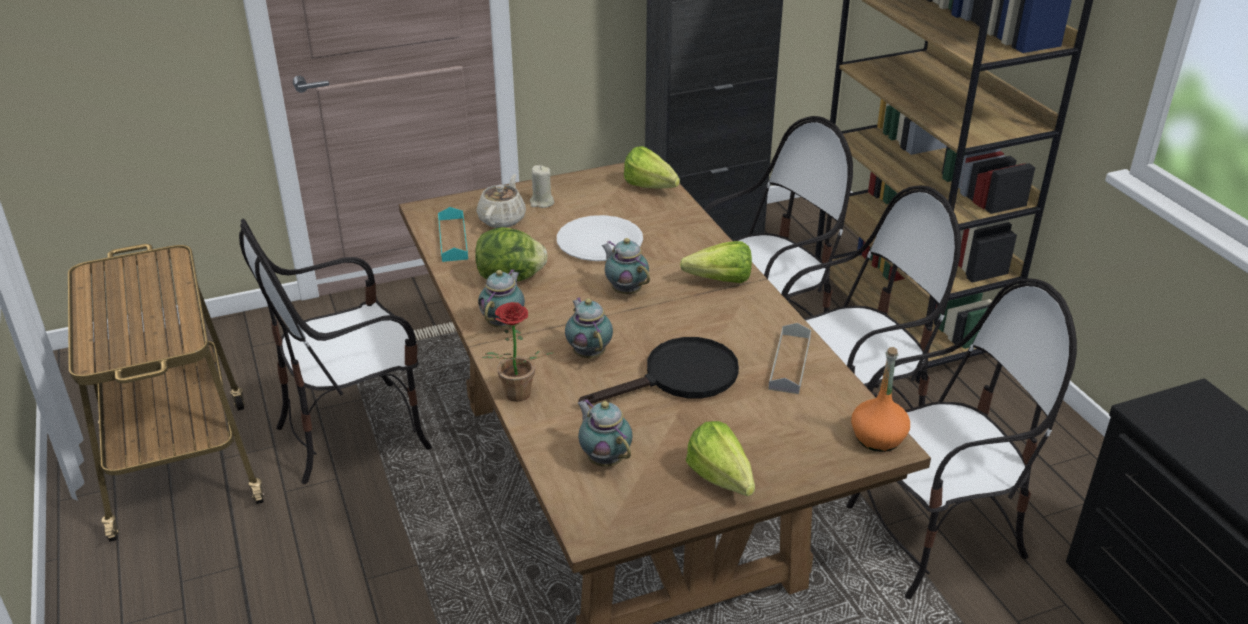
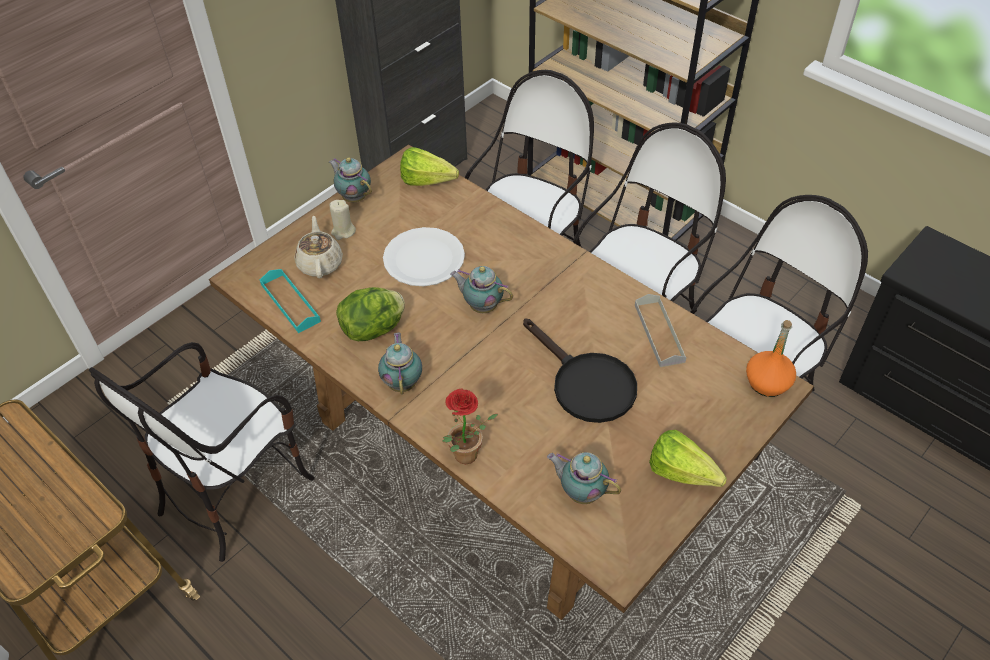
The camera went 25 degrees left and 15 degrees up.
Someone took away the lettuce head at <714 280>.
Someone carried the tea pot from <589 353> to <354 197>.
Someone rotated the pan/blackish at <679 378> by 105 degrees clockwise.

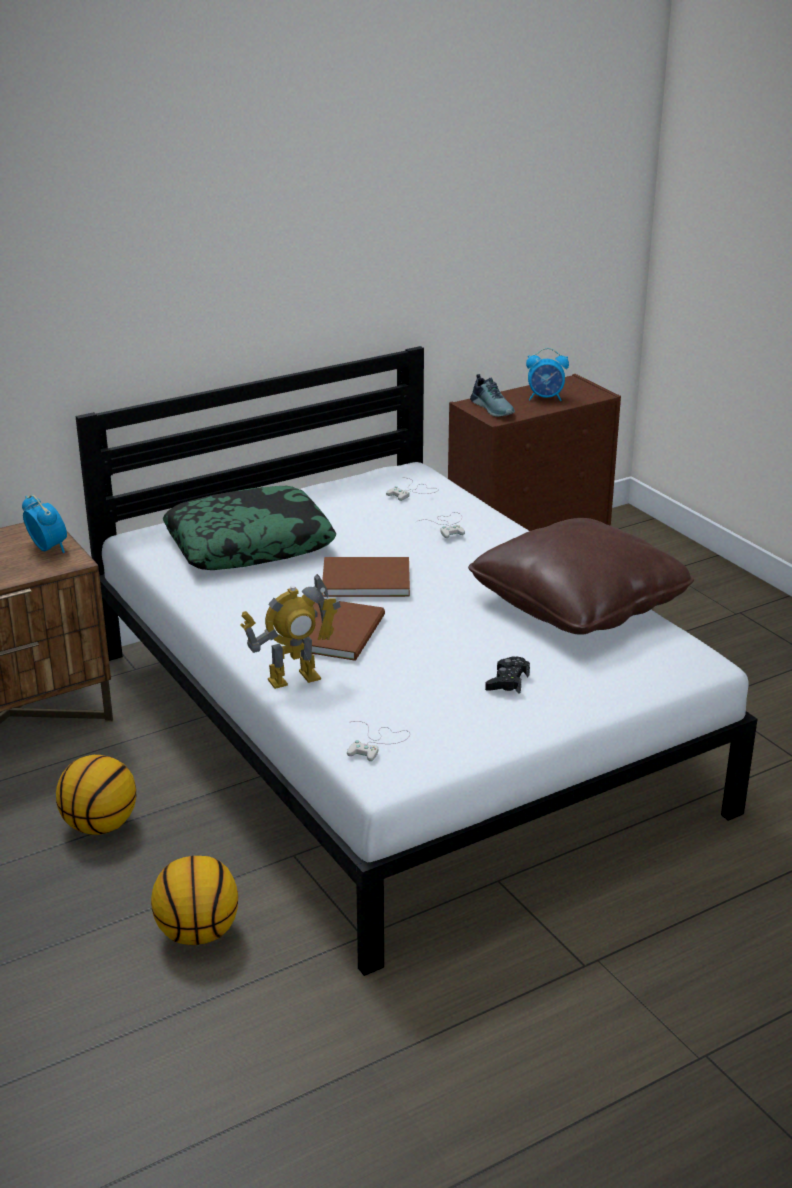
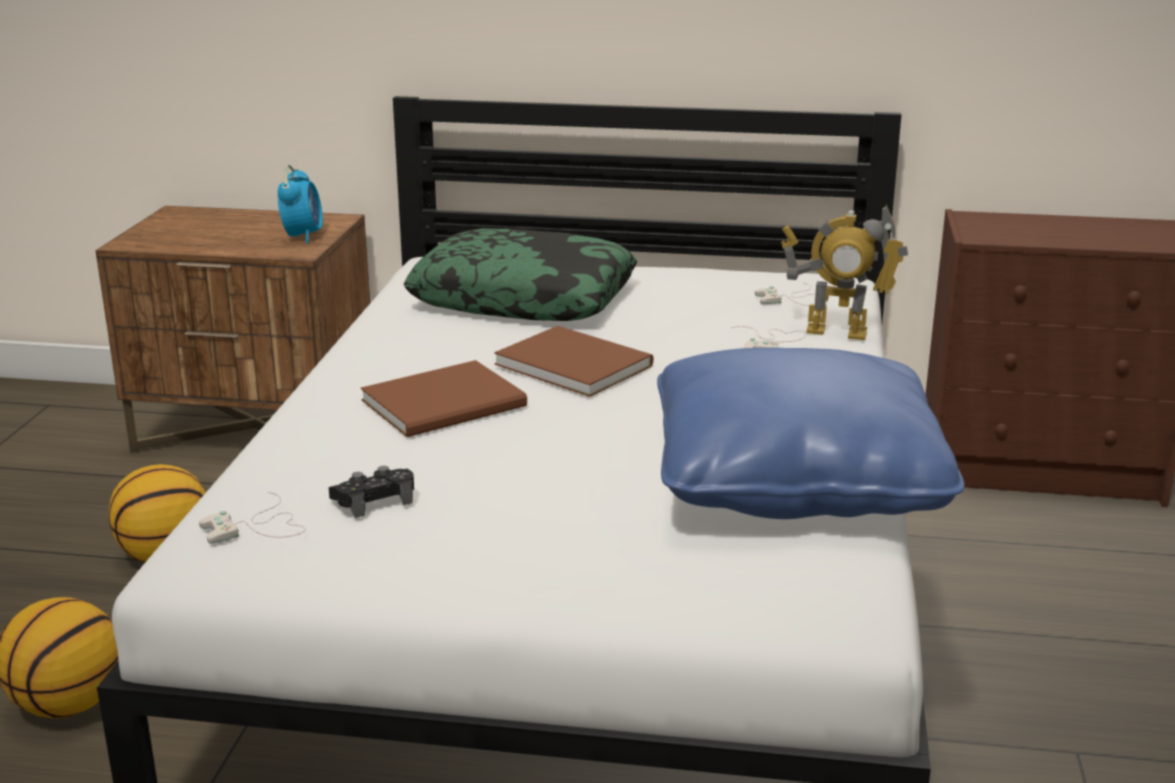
The camera went 40 degrees right and 5 degrees down.
Someone took away the table clock at <545 398>.
Someone took away the item of footwear at <493 408>.
Someone repainted the cushion/brown-coloured at <579 604>, which became the cushion/blue at <795 481>.
Someone carried the toy robot from <294 678> to <837 331>.
Someone carried the game controller/blackish from <507 681> to <374 500>.

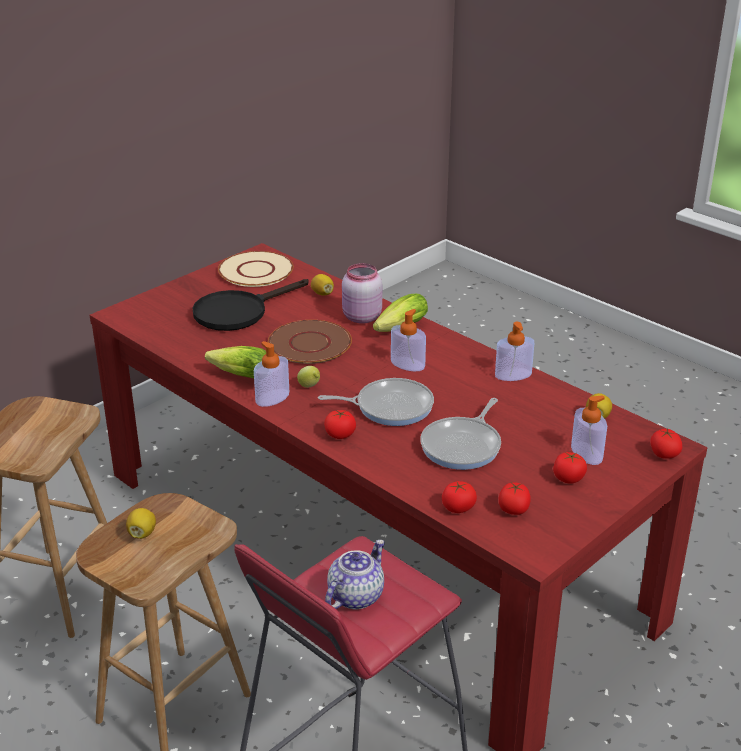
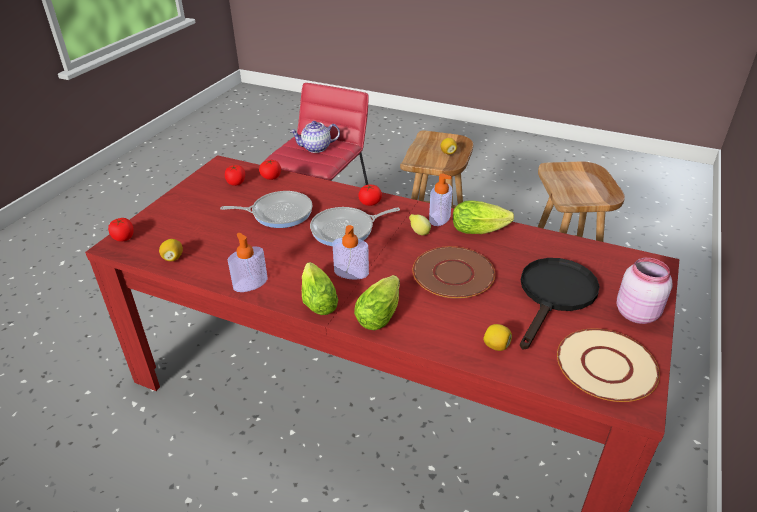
The camera went 160 degrees right and 5 degrees up.
Someone carried the preserve jar/pink from <361 318> to <637 313>.
Someone took away the soap dispenser at <586 453>.
Someone rotated the pan at <463 446> by 75 degrees clockwise.
Someone took away the whole tomato at <568 478>.
Someone rotated the tea pot at <355 595> by 60 degrees clockwise.
Someone put down the lettuce head at <317 298>.

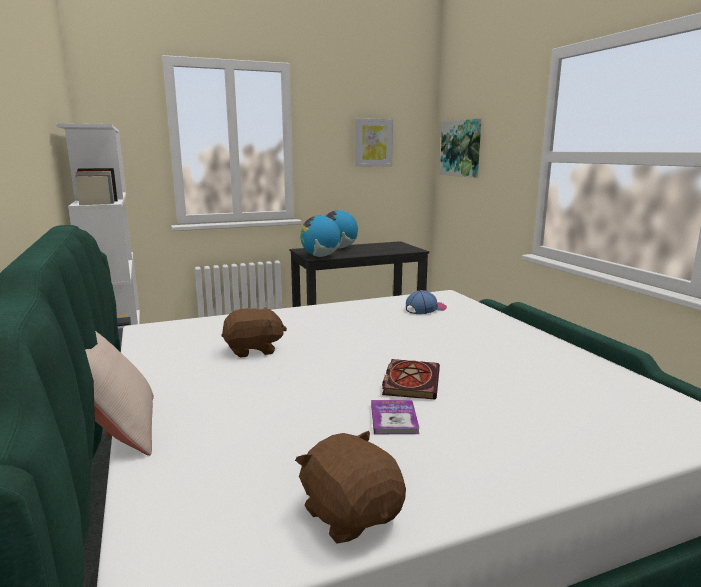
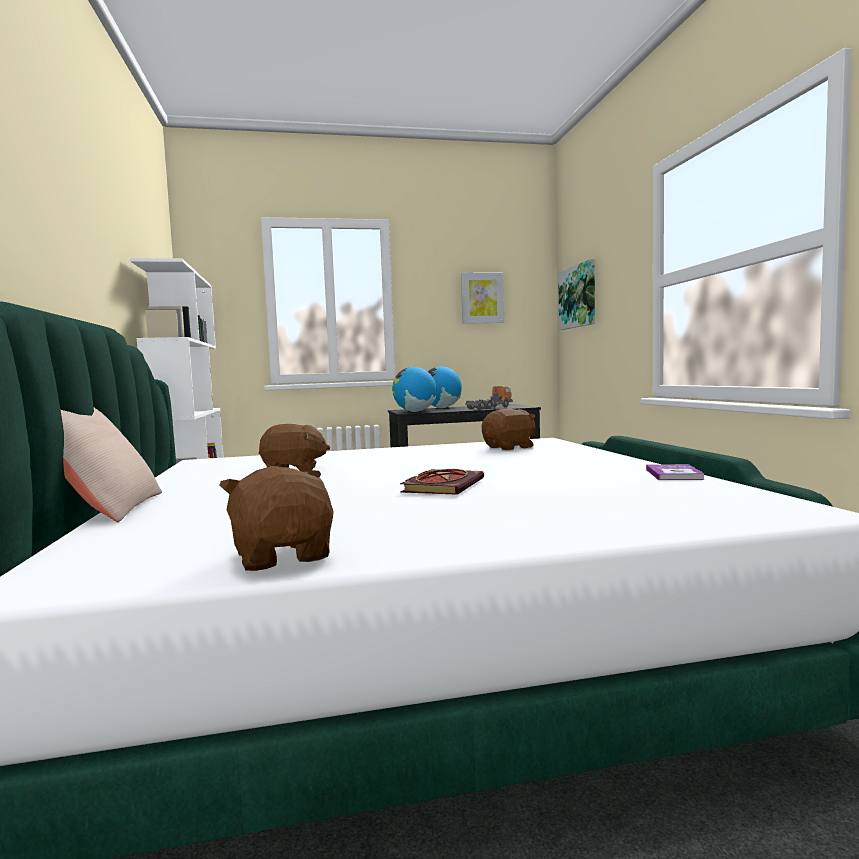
The camera went 10 degrees right and 10 degrees down.
Someone swapped the cap at <425 309> for the cuddly toy/brown-coloured at <510 447>.
Someone carried the bound book from <394 418> to <674 474>.
Someone put down the model truck at <489 407>.

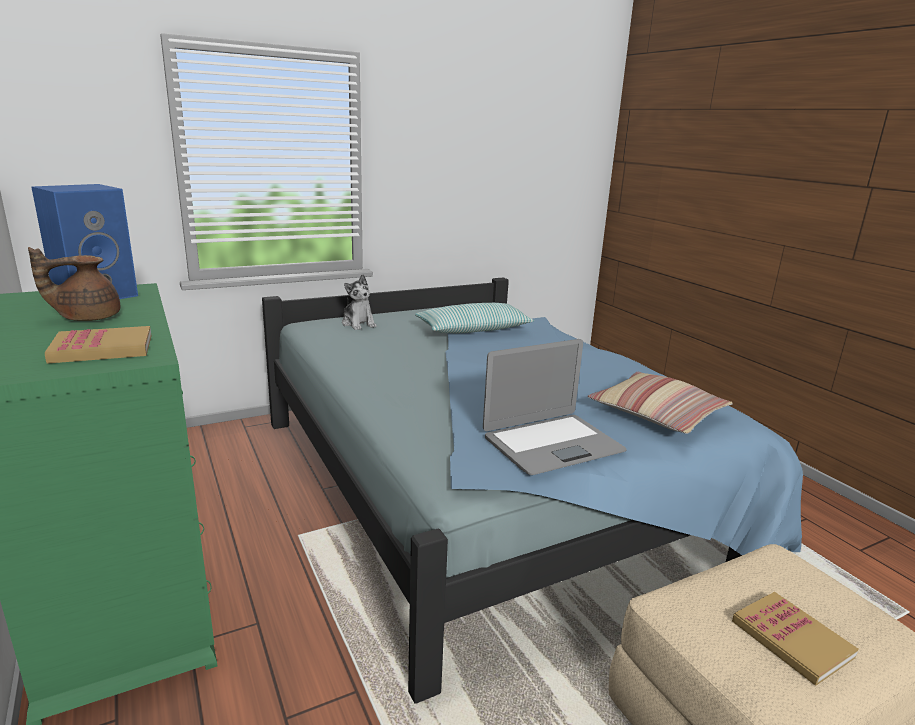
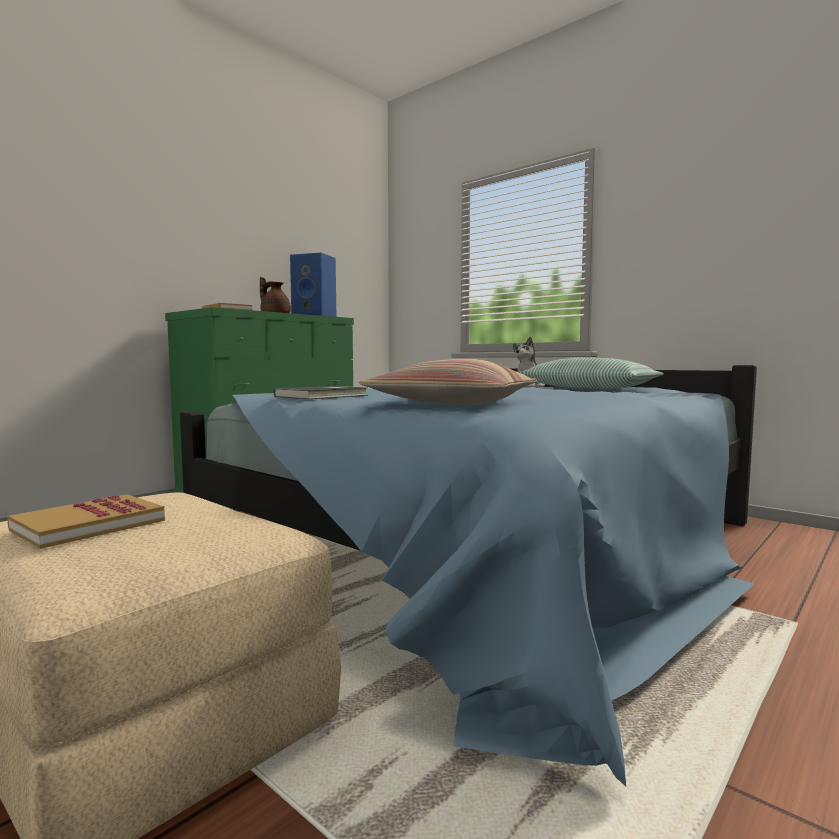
The camera went 70 degrees right and 15 degrees down.
Someone swapped the notebook computer at <552 444> for the bound book/gray at <324 396>.

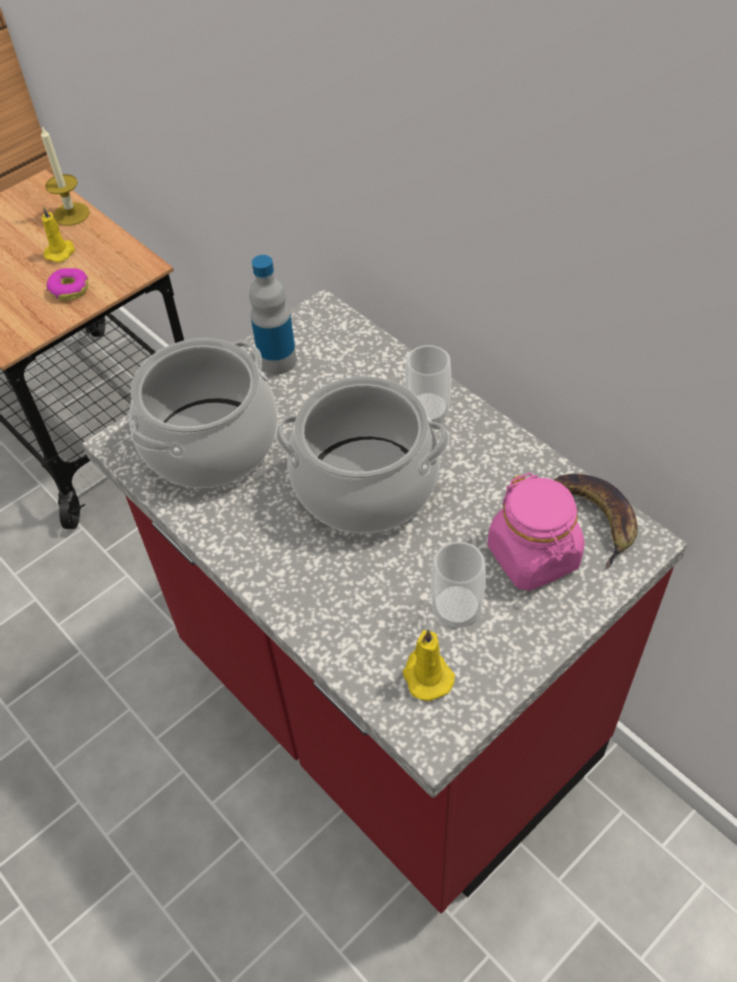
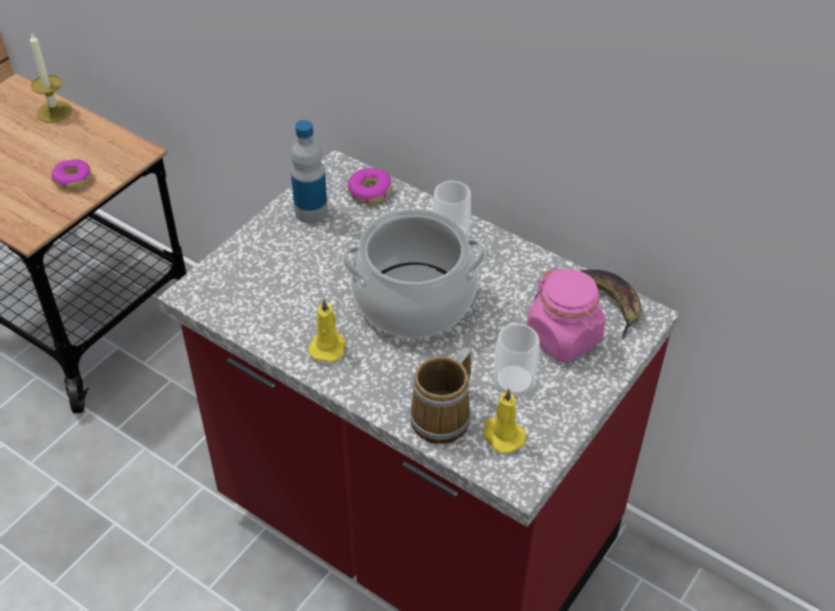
The camera went 15 degrees left and 5 degrees down.
Someone carried the wax candle/yellow-coloured from <61 252> to <328 346>.
Someone took away the cooking pot at <209 442>.
Someone put down the doughnut at <369 192>.
Someone put down the mug at <444 417>.

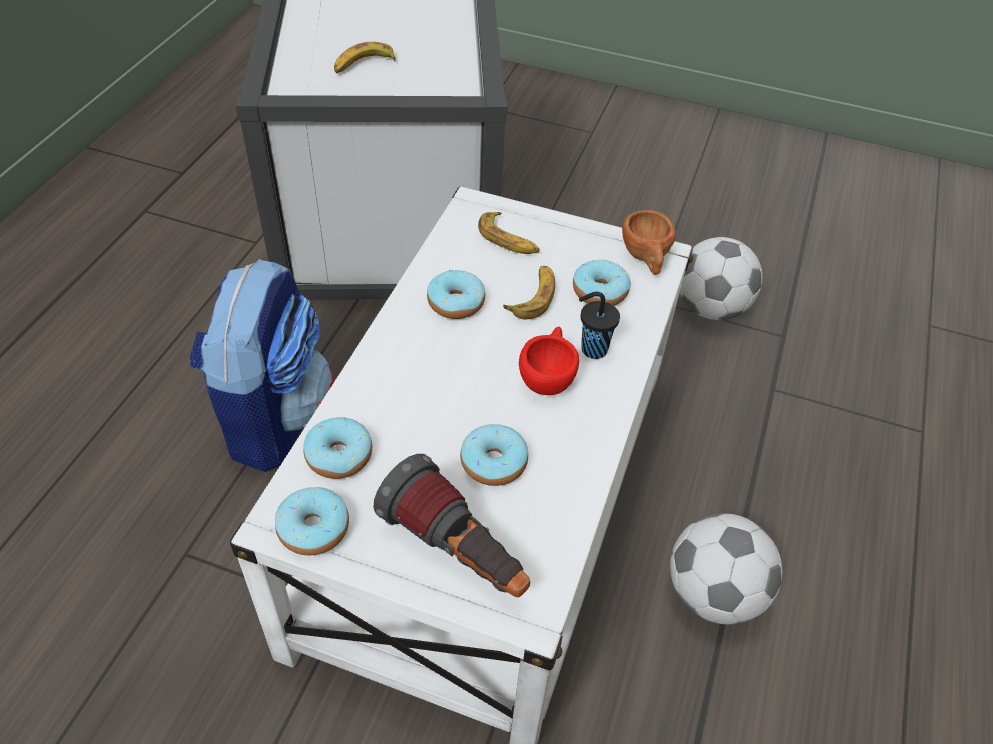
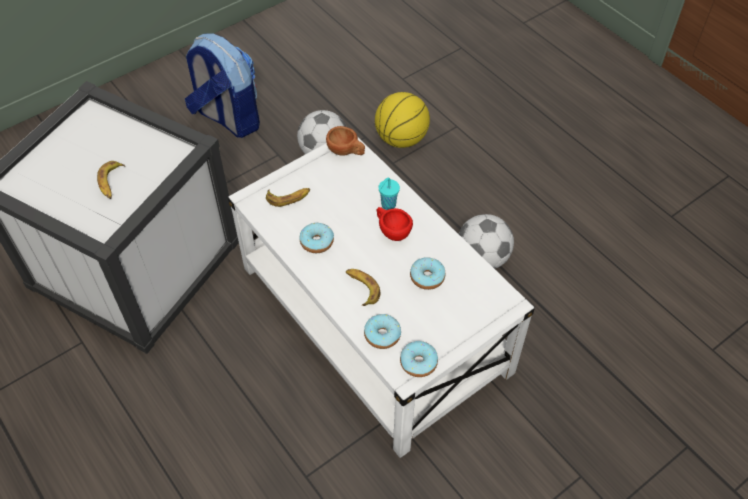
The camera went 55 degrees left and 5 degrees up.
Someone carried the rucksack from <273 417> to <227 118>.
Someone took away the doughnut at <600 291>.
Someone carried the banana from <533 297> to <361 288>.
Someone repainted the small cup/blackish at <592 349>, which became the small cup/turquoise at <387 205>.
Someone took away the hand torch at <457 553>.
Someone put down the ball for basketball at <401 139>.

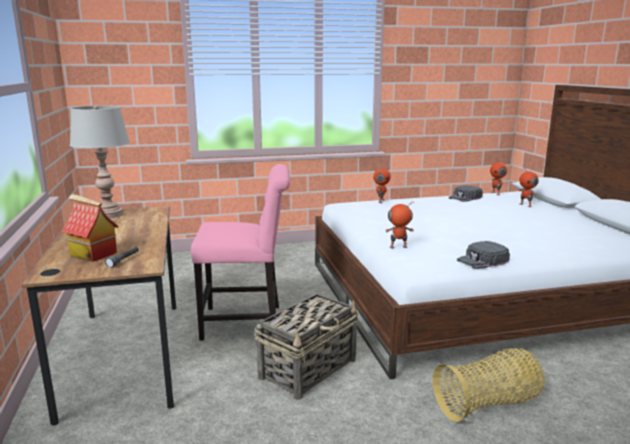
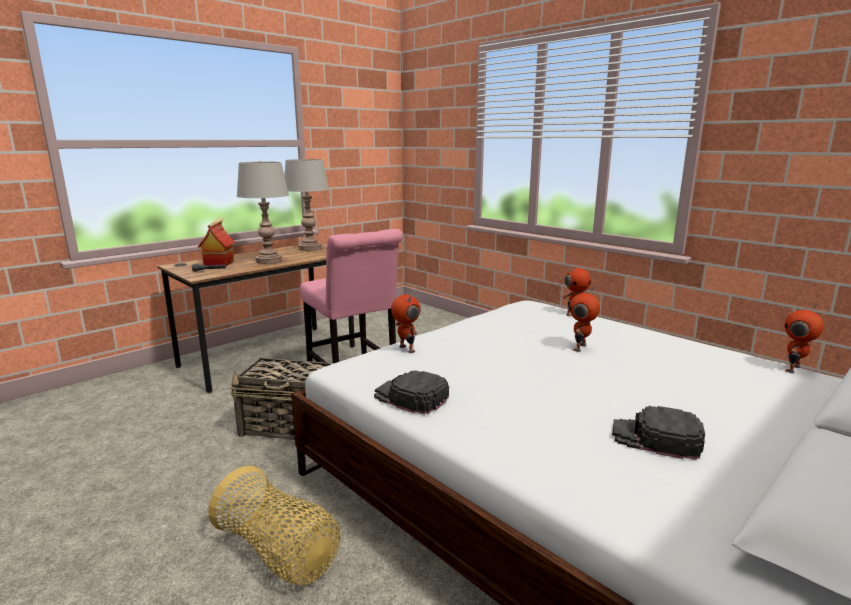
The camera went 60 degrees right and 0 degrees up.
Someone carried the toy robot from <526 205> to <581 348>.
Someone carried the cap/blackish from <465 197> to <656 438>.
Someone put down the lamp for a table/gray at <269 261>.

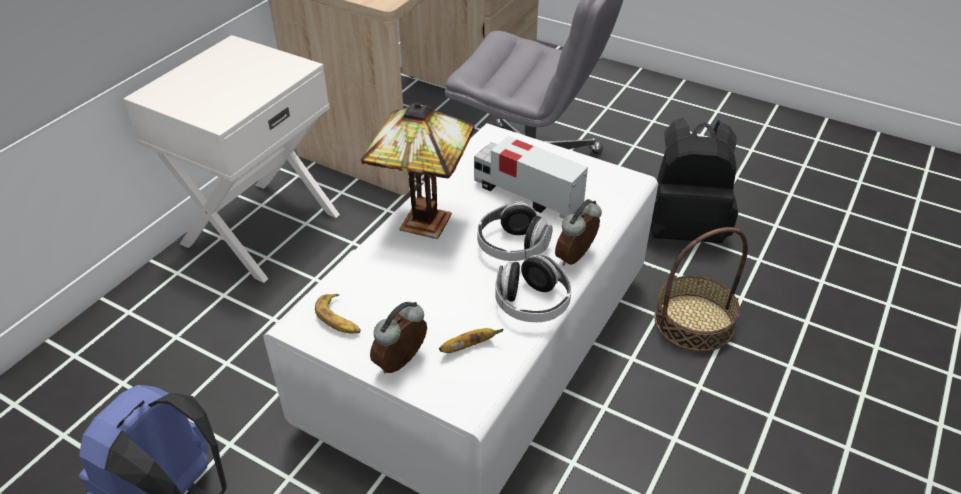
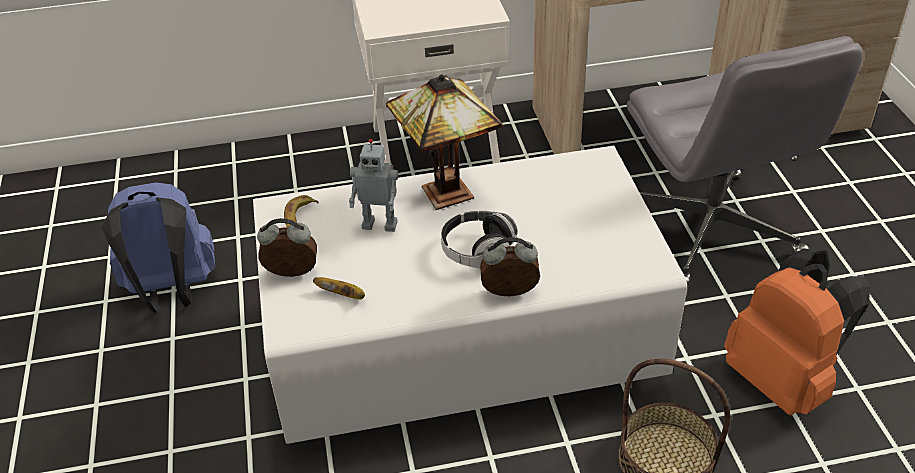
The camera went 50 degrees right and 0 degrees up.
Someone repainted the rucksack/blackish at <683 229>, which became the rucksack/orange-coloured at <782 381>.
Someone took away the model truck at <526 195>.
Someone took away the headset at <532 303>.
Someone put down the toy robot at <380 224>.

